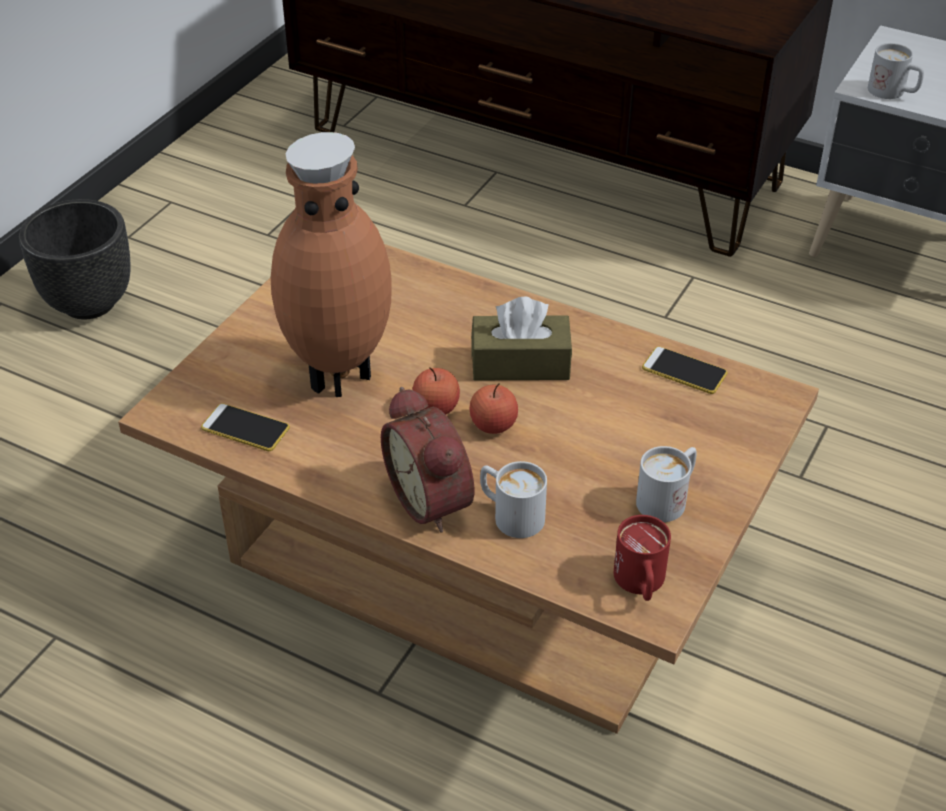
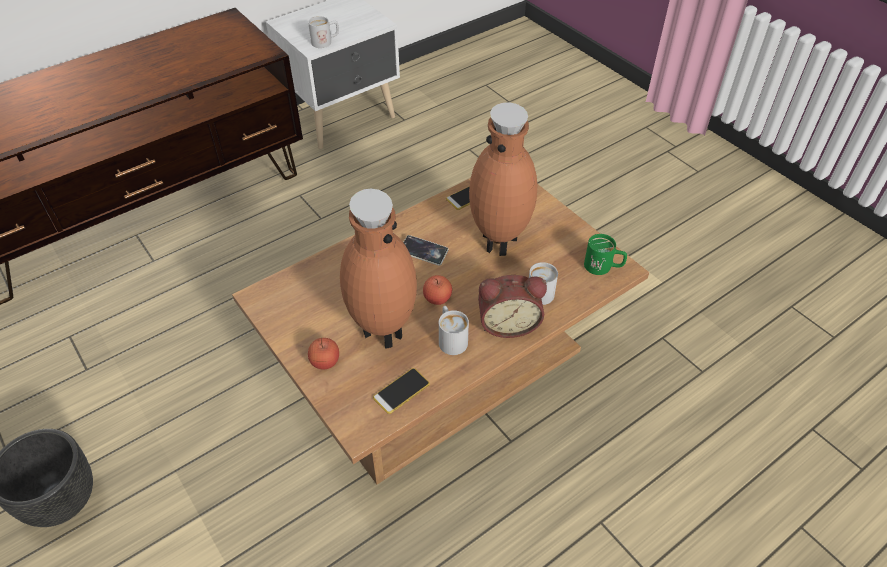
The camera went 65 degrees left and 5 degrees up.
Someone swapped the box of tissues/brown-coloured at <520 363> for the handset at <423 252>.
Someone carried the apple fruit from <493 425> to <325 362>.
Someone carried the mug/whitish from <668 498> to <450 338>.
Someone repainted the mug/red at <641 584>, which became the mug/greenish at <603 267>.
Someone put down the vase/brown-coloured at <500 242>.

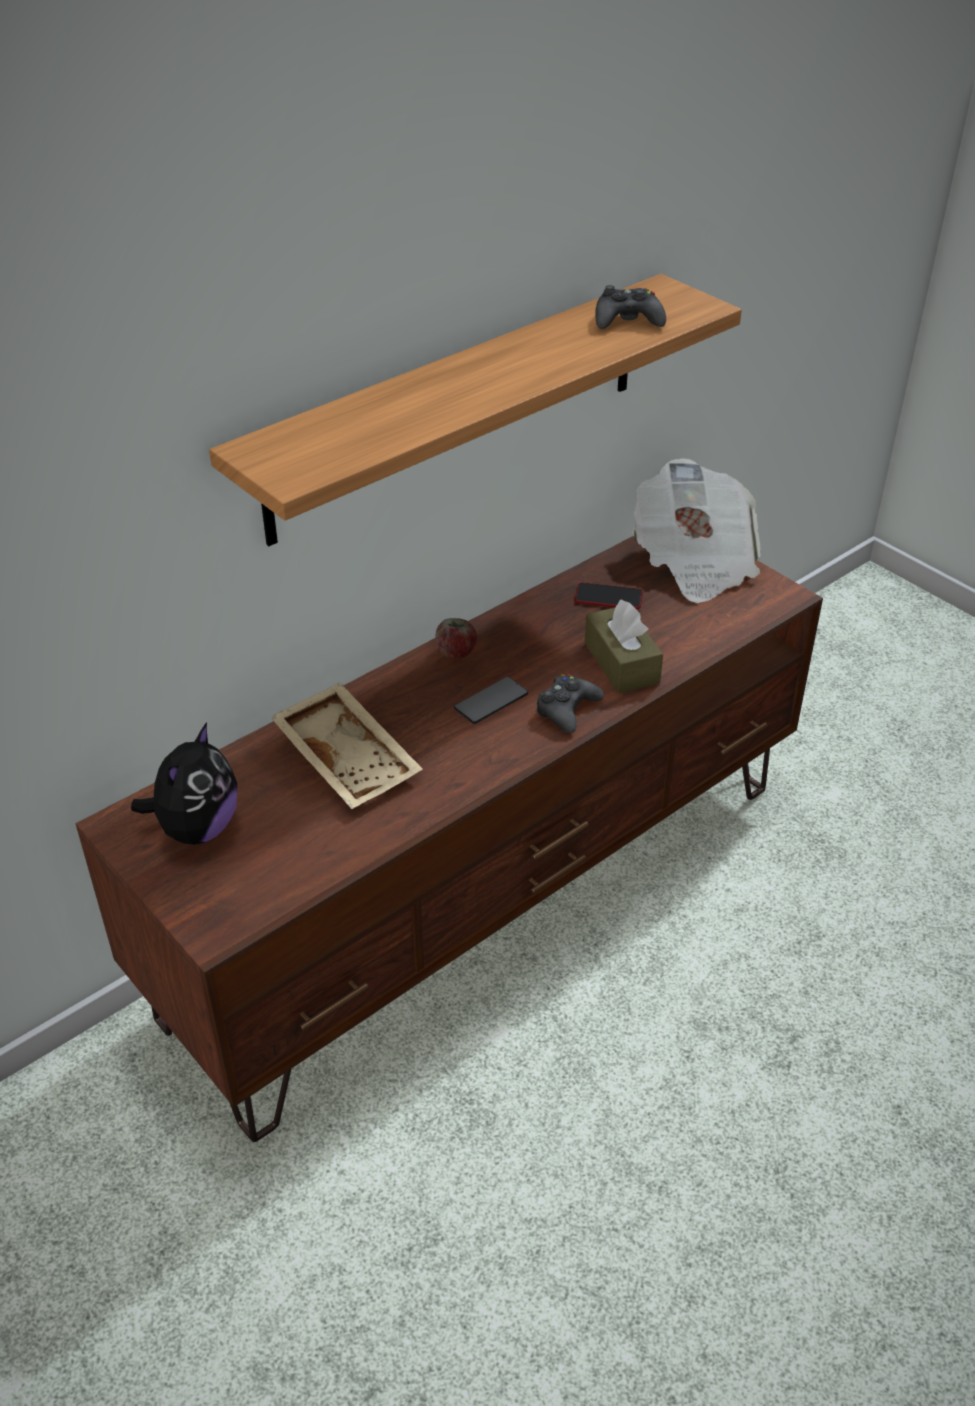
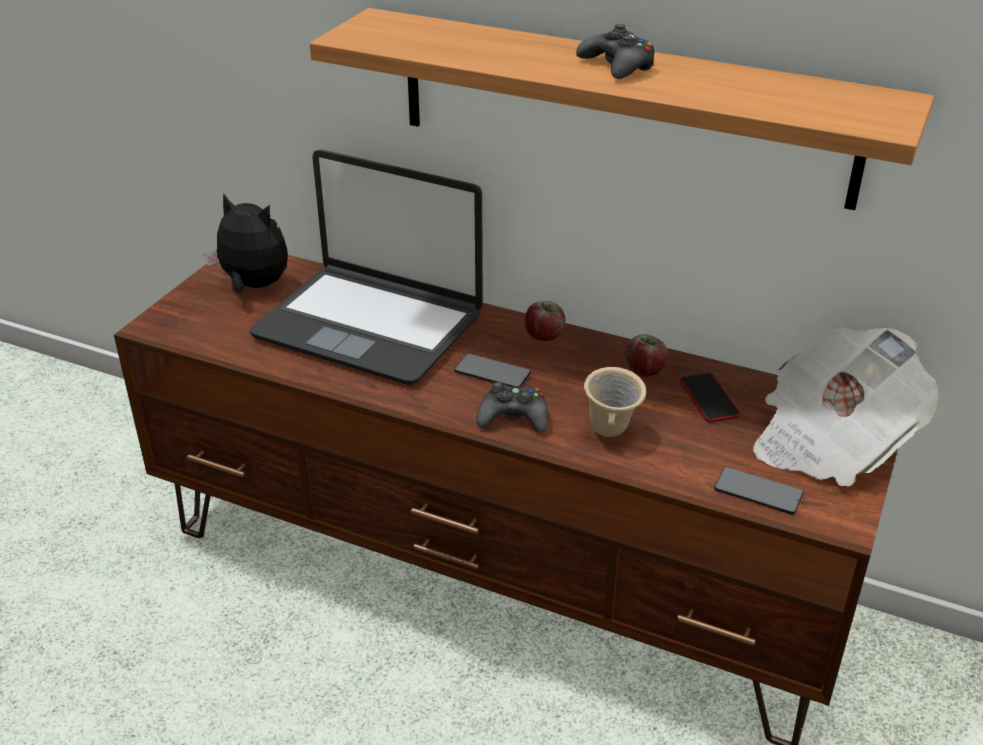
The camera went 65 degrees right and 5 degrees down.
Someone carried the game controller/blackish from <627 320> to <617 66>.
Someone swapped the box of tissues/brown-coloured at <621 663> for the mug/beige-coloured at <611 433>.
Someone swapped the serving tray/beige-coloured at <349 758> for the notebook computer at <370 325>.
Someone rotated the cuddly toy at <197 828> by 150 degrees counterclockwise.
Someone put down the apple fruit at <644 371>.
Someone put down the handset at <758 492>.

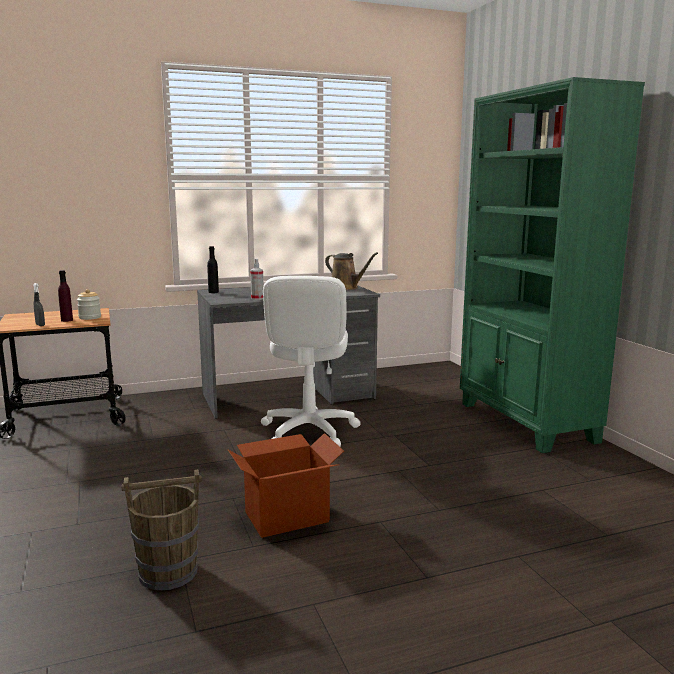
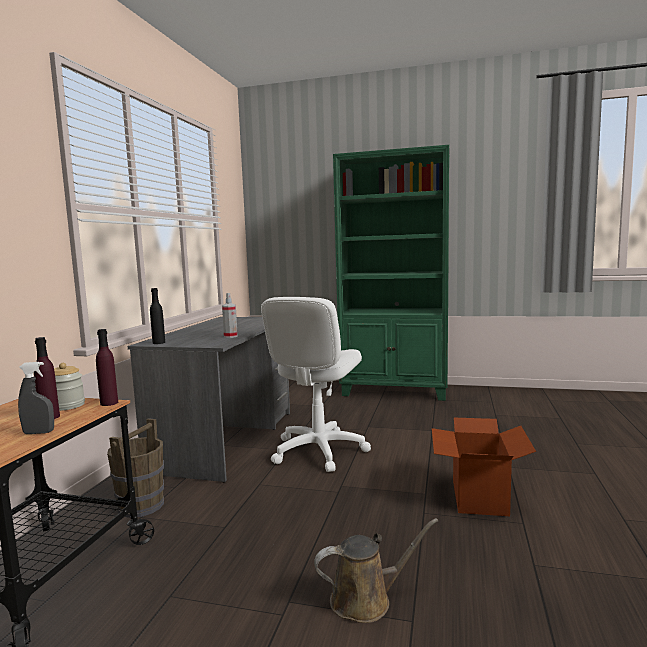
The camera went 55 degrees left and 5 degrees down.
Someone carried the watering pot/brown-coloured from <346 288> to <366 600>.
Someone rotated the computer chair/whitish at <308 431> by 75 degrees clockwise.
Someone carried the bucket/brown-coloured from <169 572> to <141 505>.
Someone put down the bottle/purple at <109 403>.

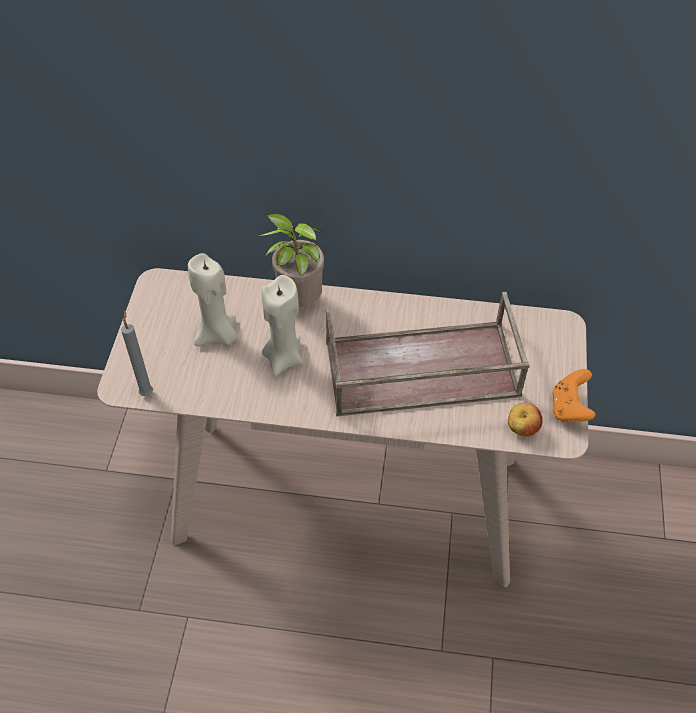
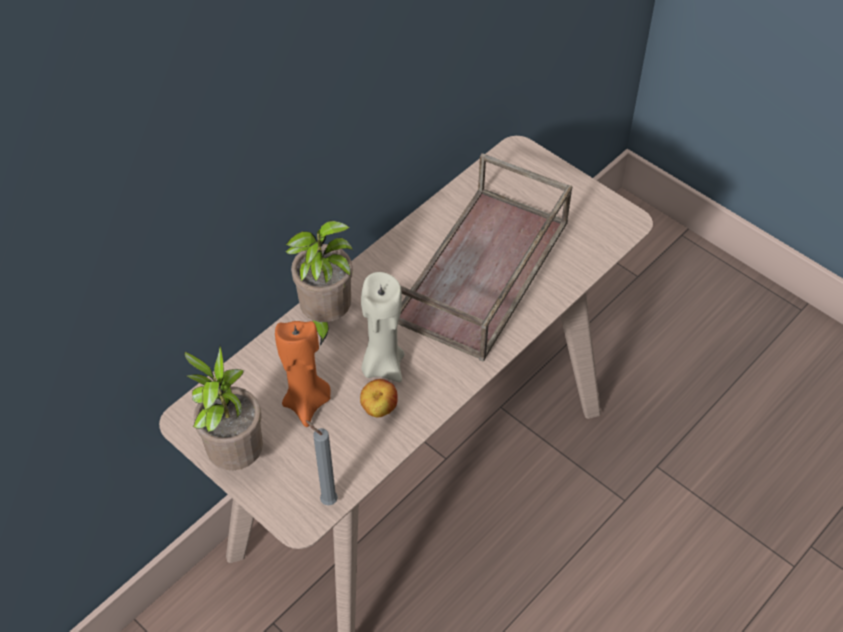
The camera went 55 degrees left and 0 degrees up.
Someone repainted the wax candle/beige-coloured at <218 335>, which became the wax candle/orange-coloured at <307 403>.
Someone took away the game controller/orange-coloured at <569 408>.
Someone carried the apple fruit from <522 429> to <379 409>.
Someone put down the plant in a pot at <234 456>.

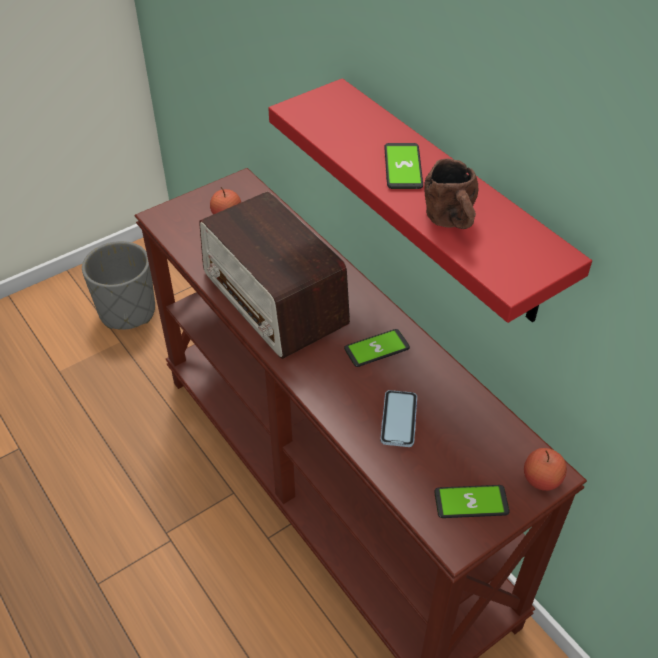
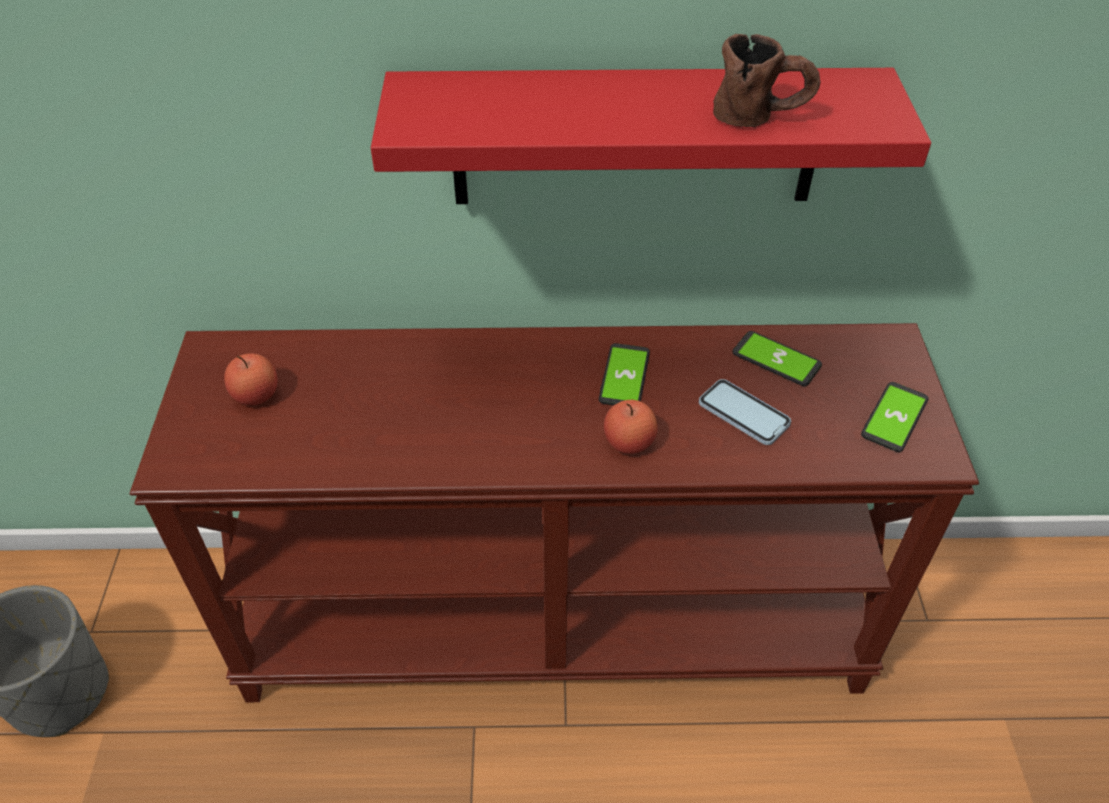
The camera went 55 degrees left and 0 degrees up.
Someone carried the handset from <403 167> to <776 359>.
Someone took away the radio receiver at <274 299>.
Someone carried the apple fruit from <541 479> to <629 442>.

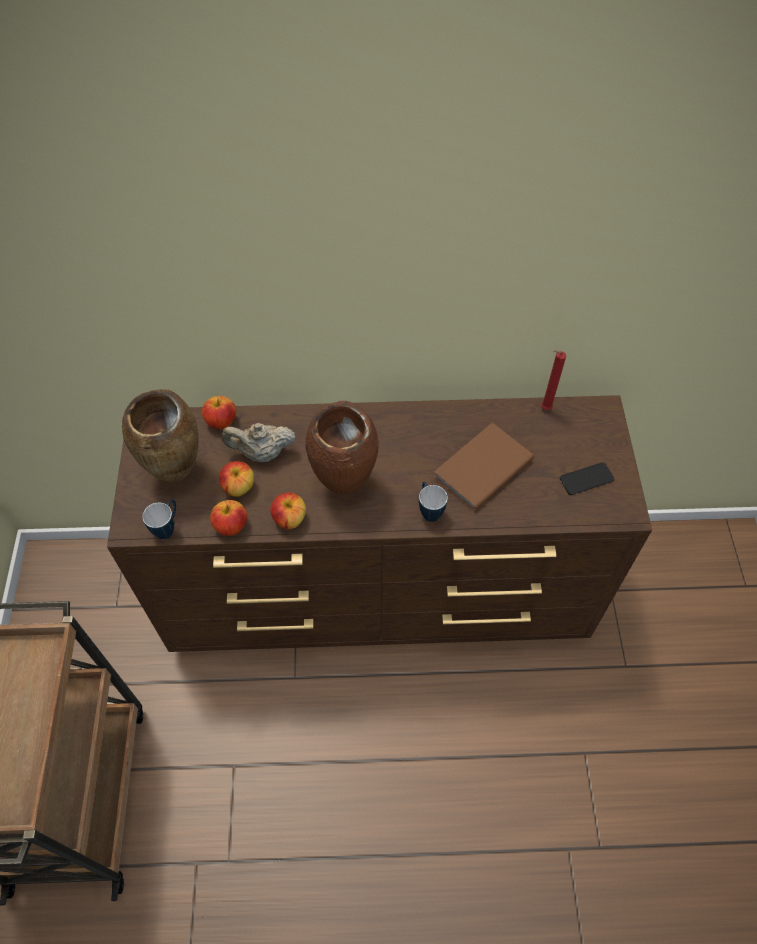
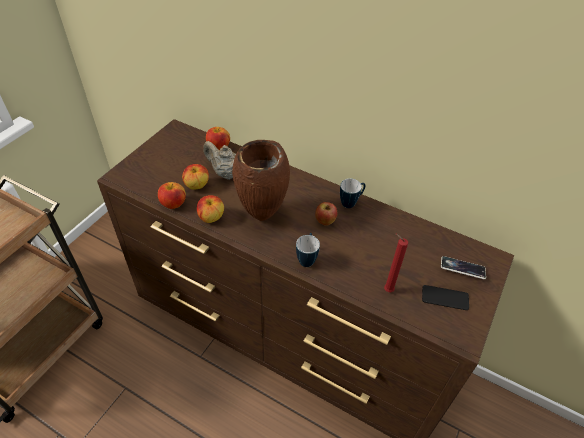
The camera went 30 degrees right and 10 degrees down.
Someone carried the wax candle/red from <544 408> to <386 290>.
Someone took away the vase/brown-coloured at <177 475>.
Someone took away the bound book/brown-coloured at <480 468>.
Someone carried the mug from <168 528> to <351 203>.
Someone put down the apple fruit at <325 222>.
Someone put down the handset at <462 269>.

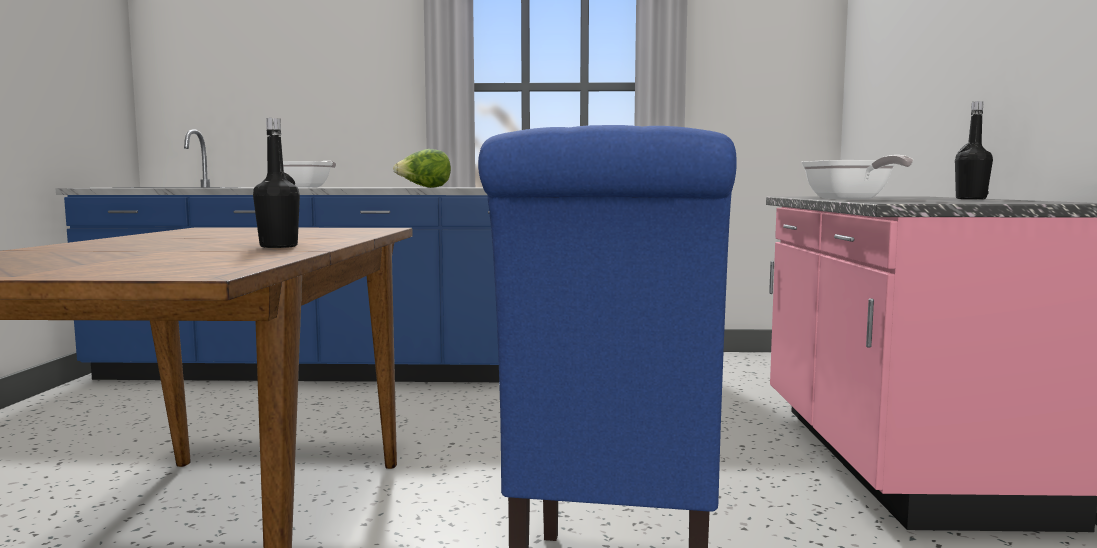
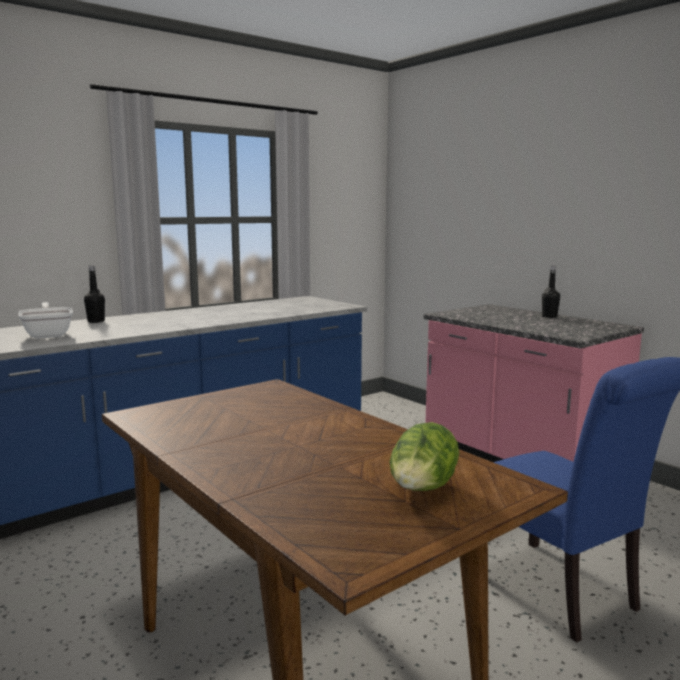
The camera went 40 degrees left and 5 degrees up.
Someone carried the bottle/blackish from <278 246> to <96 321>.
Someone carried the lettuce head from <424 187> to <422 491>.
Someone took away the pan at <851 199>.

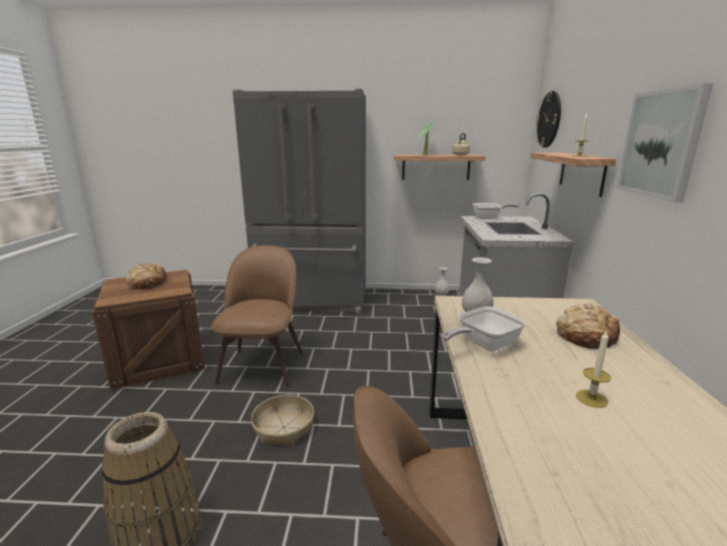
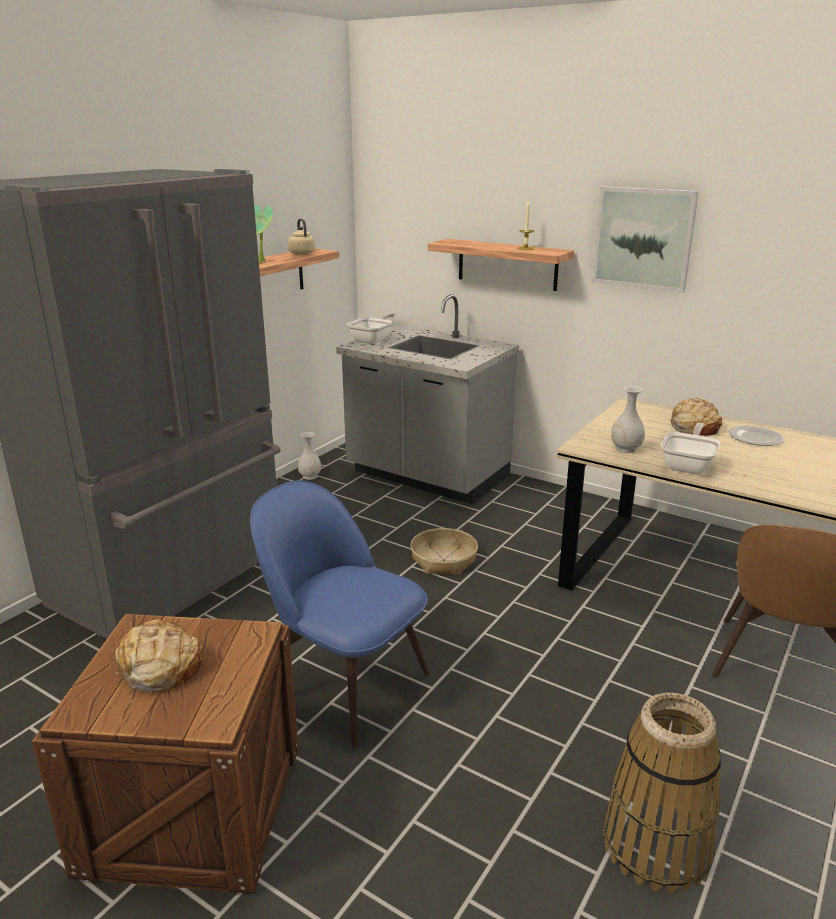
The camera went 60 degrees left and 5 degrees up.
Someone took away the hanging clock at <549 119>.
Someone repainted the upright chair/brown-coloured at <263 365>, which became the upright chair/blue at <345 684>.
Someone rotated the pan at <483 345> by 150 degrees counterclockwise.
Someone took away the wax candle at <591 398>.
Someone carried the basket from <284 427> to <444 560>.
Someone put down the dinner plate at <754 438>.

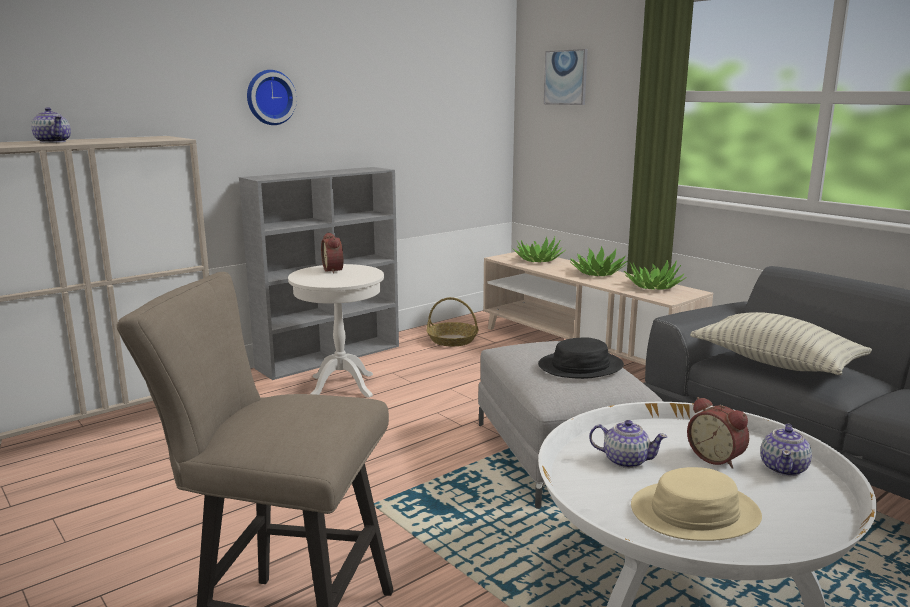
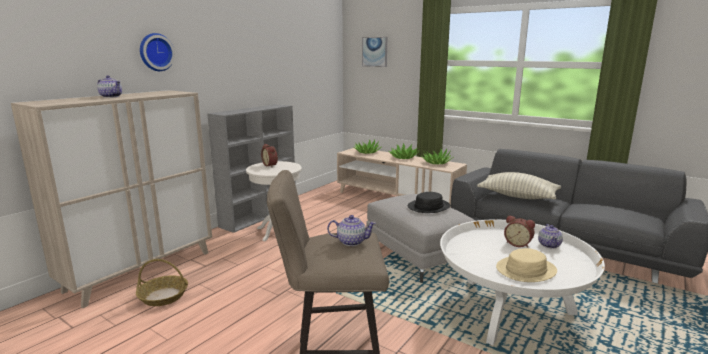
The camera went 15 degrees left and 0 degrees up.
Someone carried the hanging clock from <270 97> to <155 52>.
Someone carried the basket from <452 340> to <164 296>.
Someone carried the tea pot from <625 460> to <351 241>.

